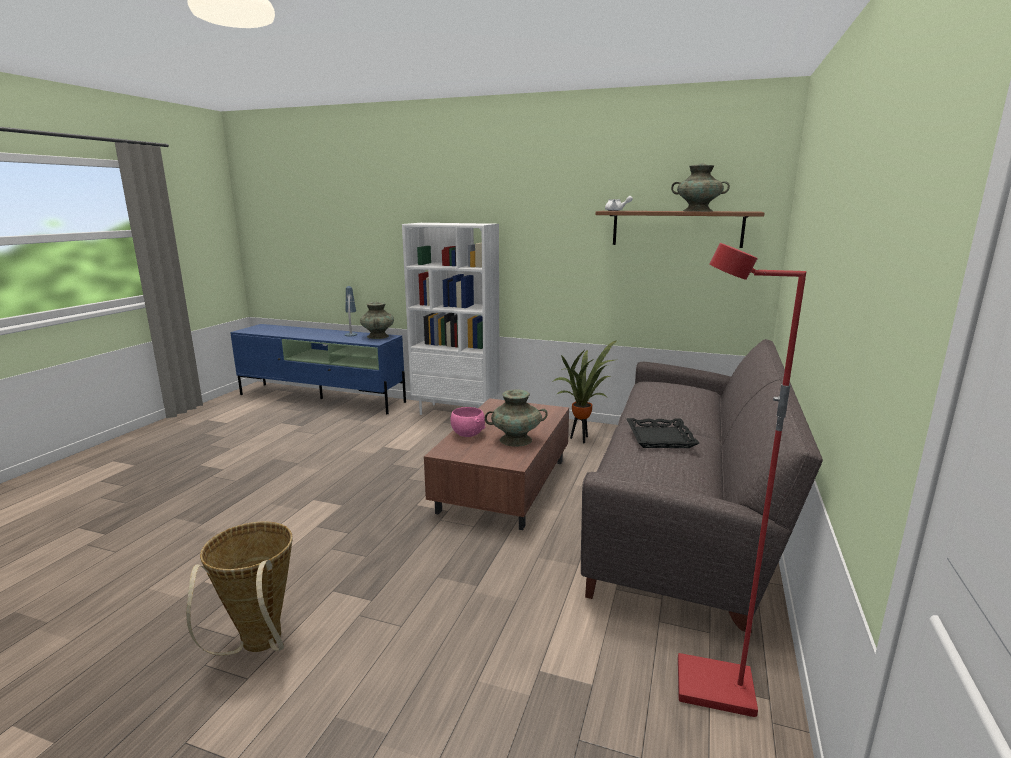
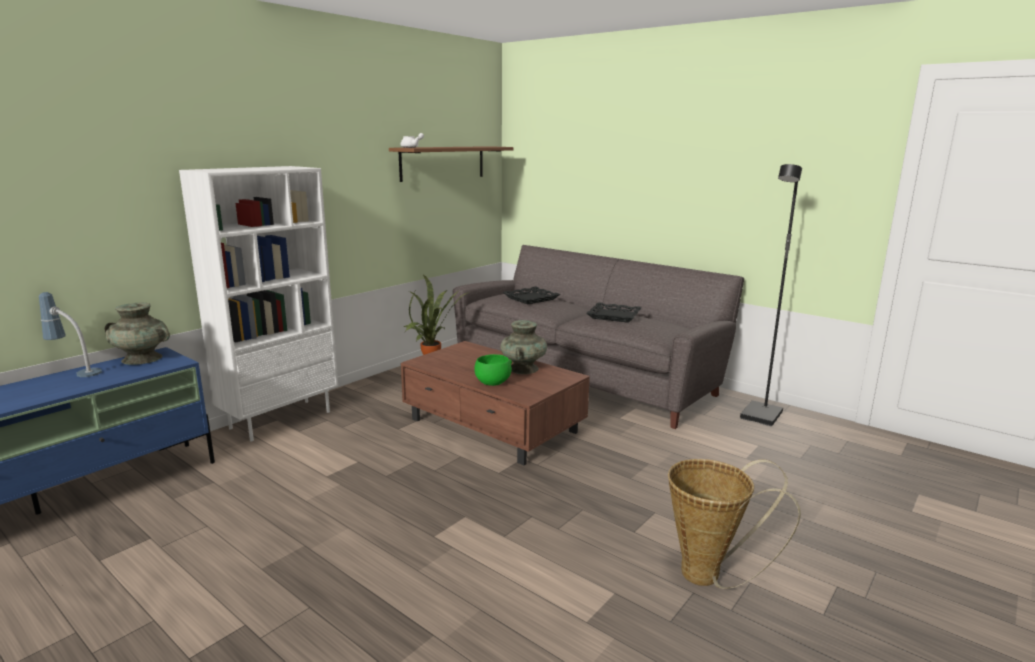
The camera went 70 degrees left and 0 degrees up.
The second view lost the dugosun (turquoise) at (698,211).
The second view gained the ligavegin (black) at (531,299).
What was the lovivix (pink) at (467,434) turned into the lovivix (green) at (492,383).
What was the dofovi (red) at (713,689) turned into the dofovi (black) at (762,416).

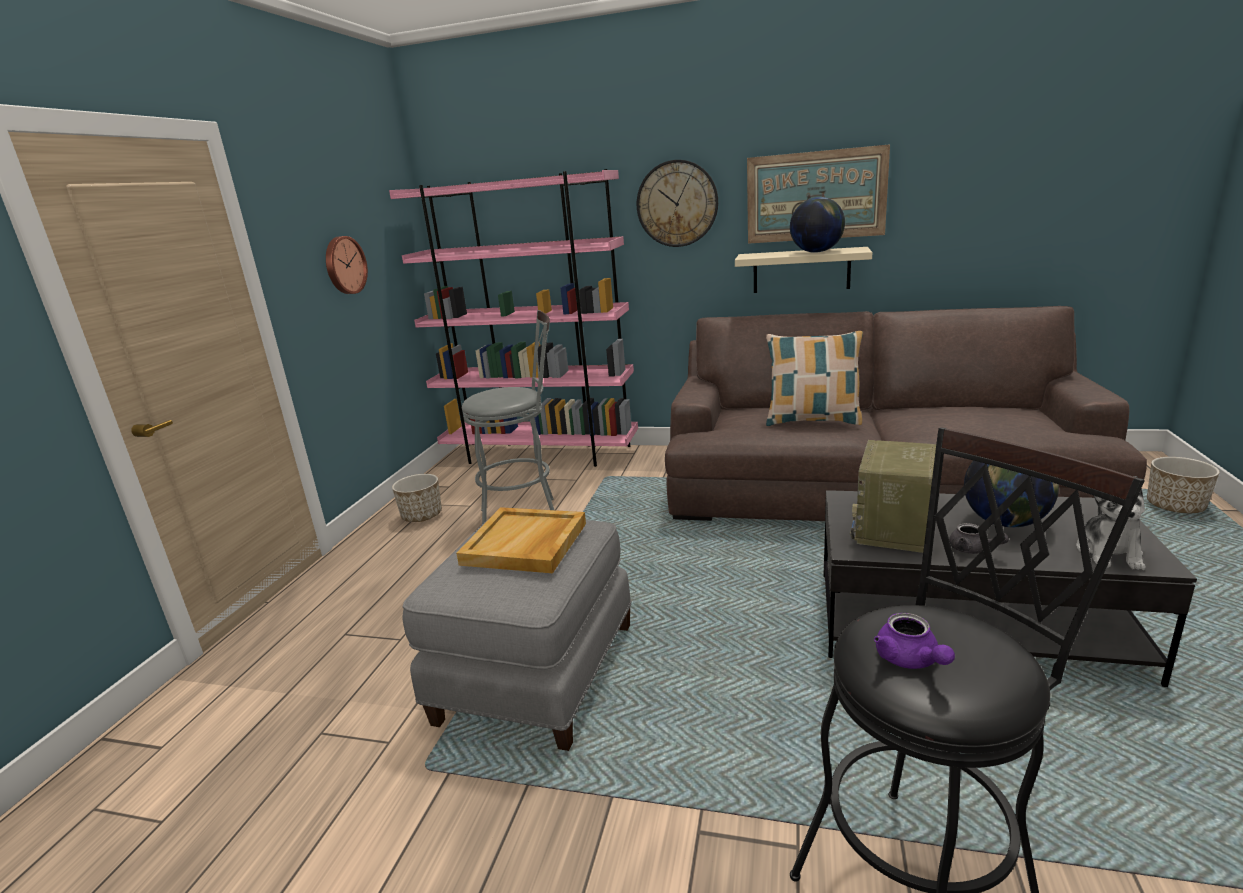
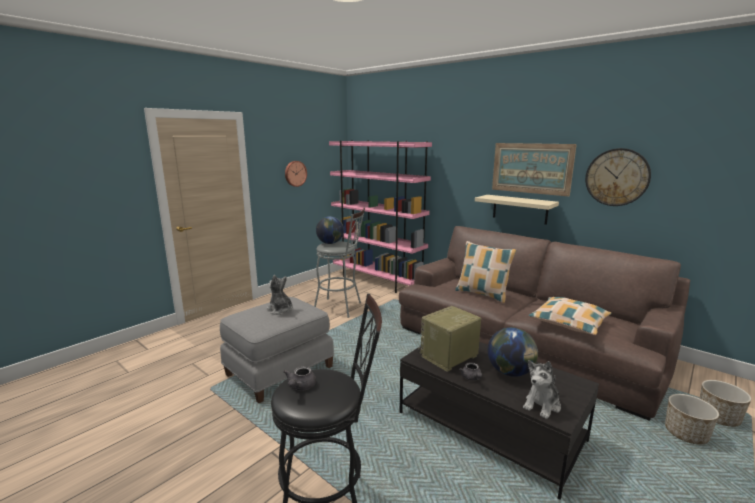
The camera went 25 degrees right and 5 degrees down.
The second view gained the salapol at (569,322).
The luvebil ended up elsewhere, having gone from (422,516) to (686,434).
The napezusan ended up elsewhere, having gone from (677,204) to (617,177).
The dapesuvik ended up elsewhere, having gone from (816,252) to (330,243).
Where the ligavegin (beige) stood at (525,544), the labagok came to stand at (280,310).
What was the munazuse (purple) at (910,660) turned into the munazuse (grey) at (300,387).

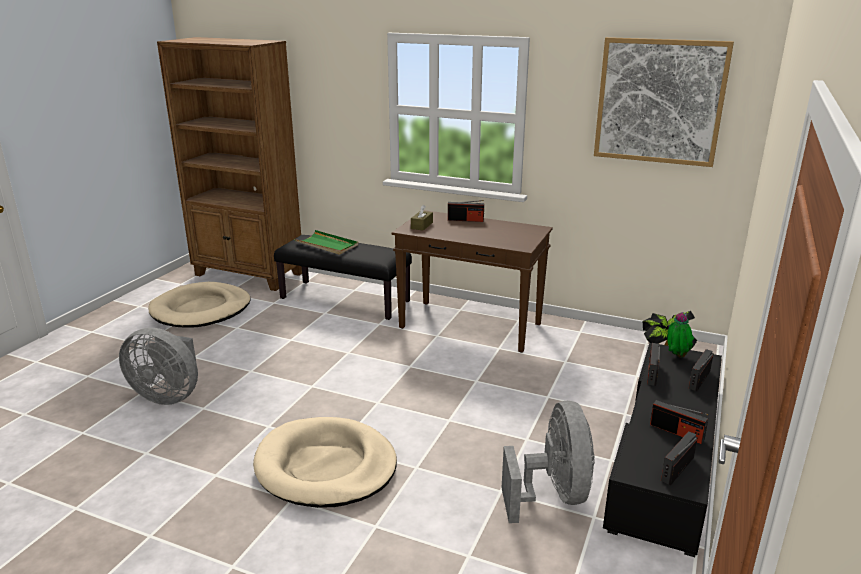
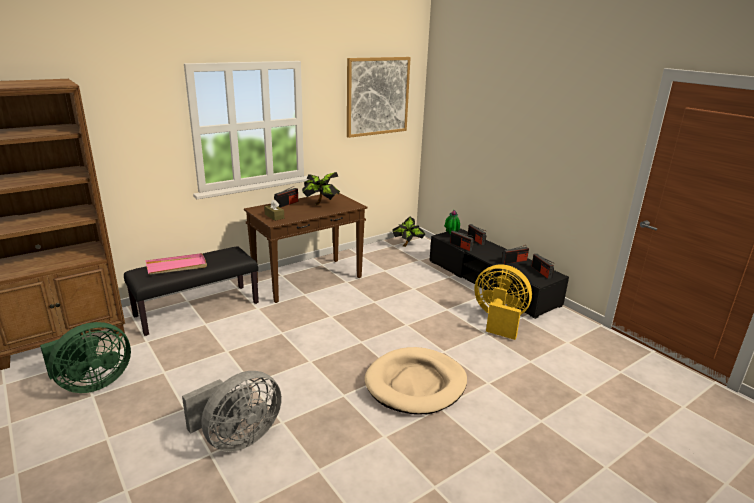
The camera went 60 degrees left and 0 degrees up.
The second view gained the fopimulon at (321,204).
Where the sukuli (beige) stood at (201,309), the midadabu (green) came to stand at (92,383).
What was the ligavegin (green) at (327,245) turned into the ligavegin (pink) at (177,266).
What was the midadabu (grey) at (553,495) turned into the midadabu (yellow) at (499,320).

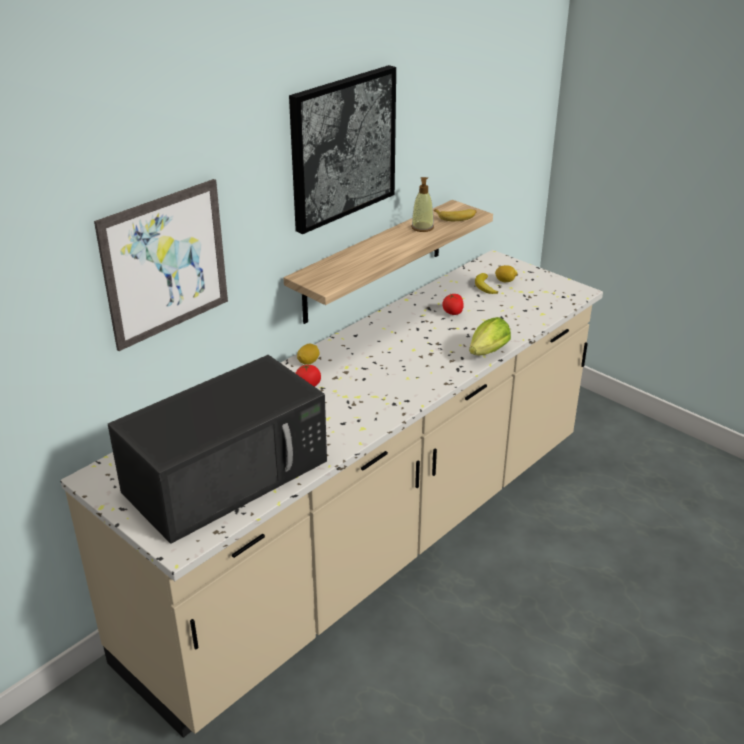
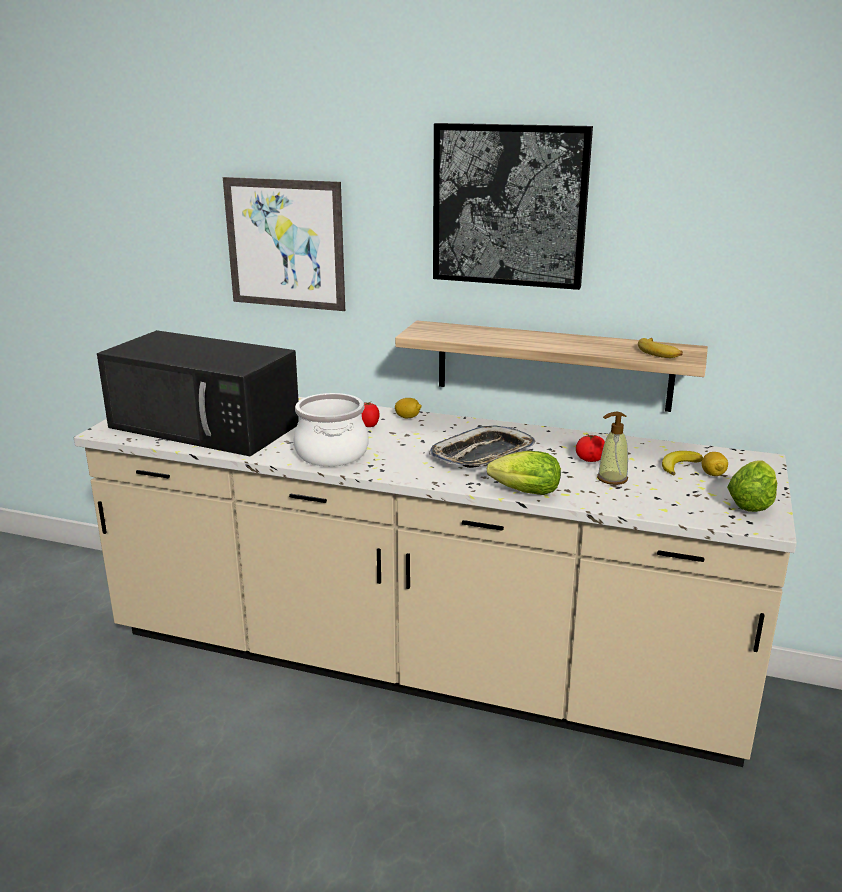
The camera went 65 degrees right and 10 degrees down.
The second view gained the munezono at (332,454).
The second view gained the ligavegin at (483,455).
The second view gained the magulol at (752,502).
The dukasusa ended up elsewhere, having gone from (422,228) to (612,479).

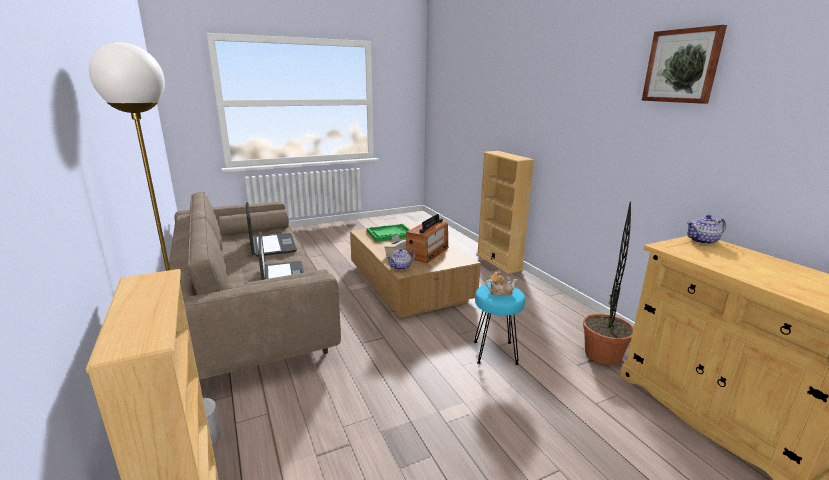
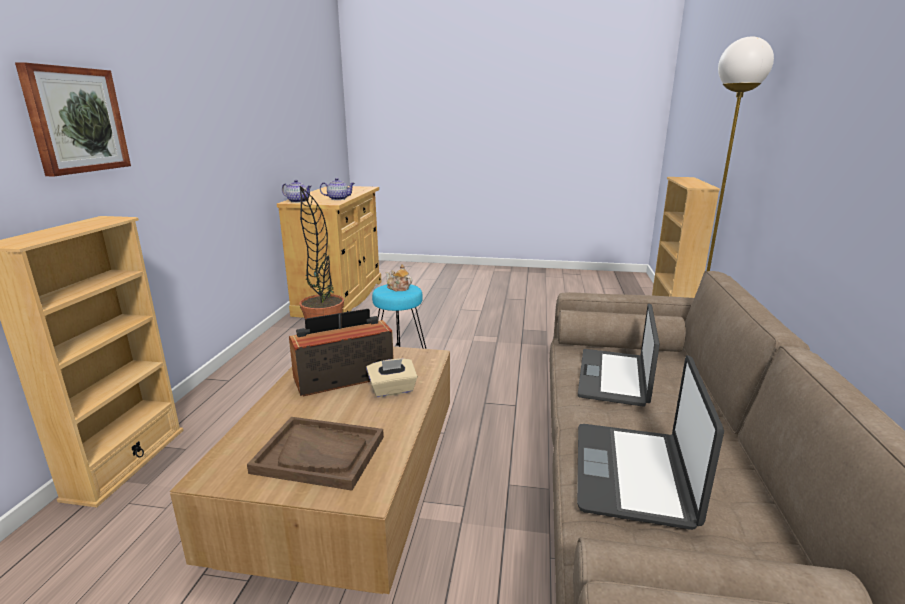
The camera went 145 degrees left and 0 degrees up.
The munazuse ended up elsewhere, having gone from (401,267) to (338,199).
The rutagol ended up elsewhere, having gone from (682,66) to (75,120).
What was the ligavegin (green) at (390,234) turned into the ligavegin (brown) at (320,454).

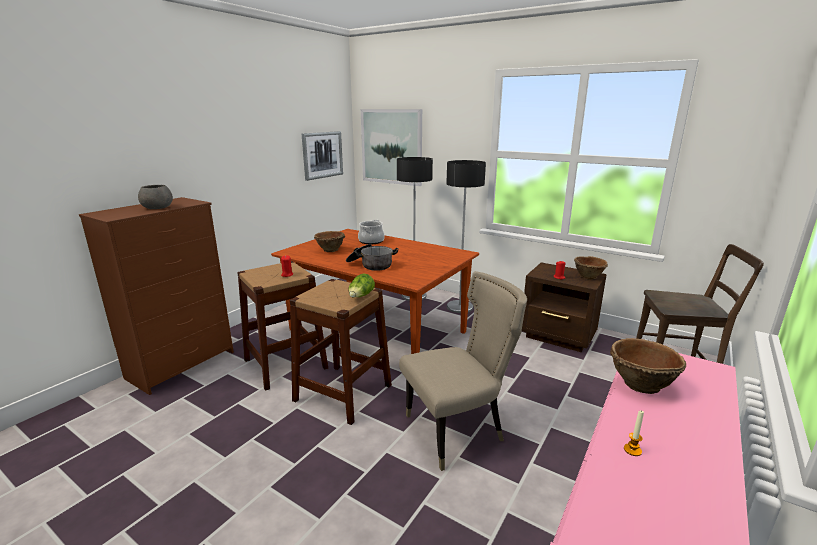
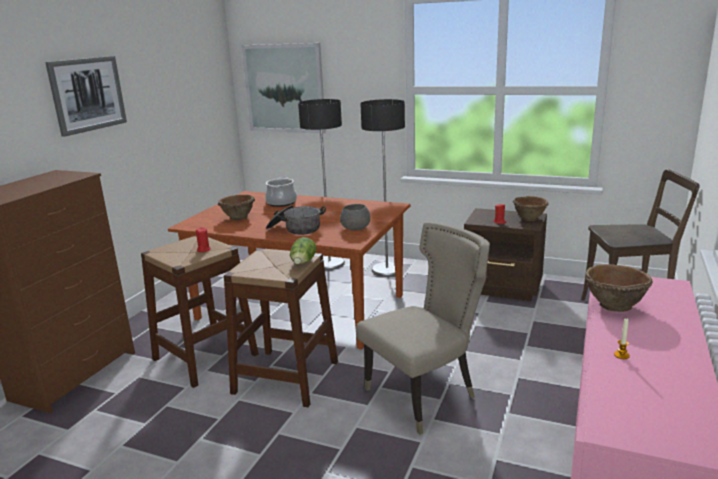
The camera went 10 degrees left and 0 degrees up.
The lovivix (grey) ended up elsewhere, having gone from (158,208) to (356,228).
The rutagol ended up elsewhere, having gone from (322,155) to (87,94).

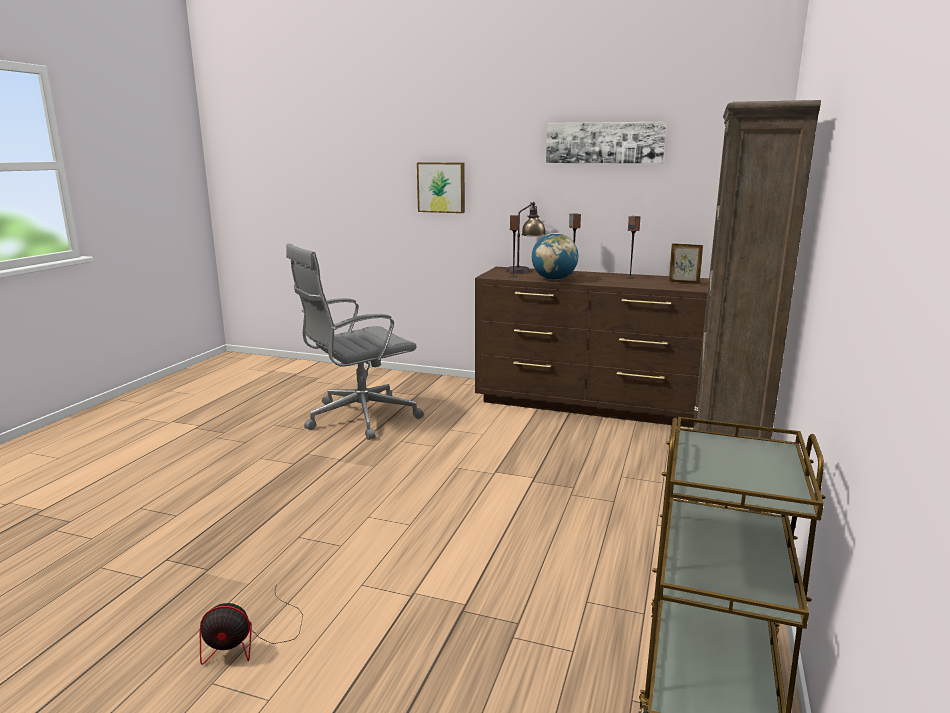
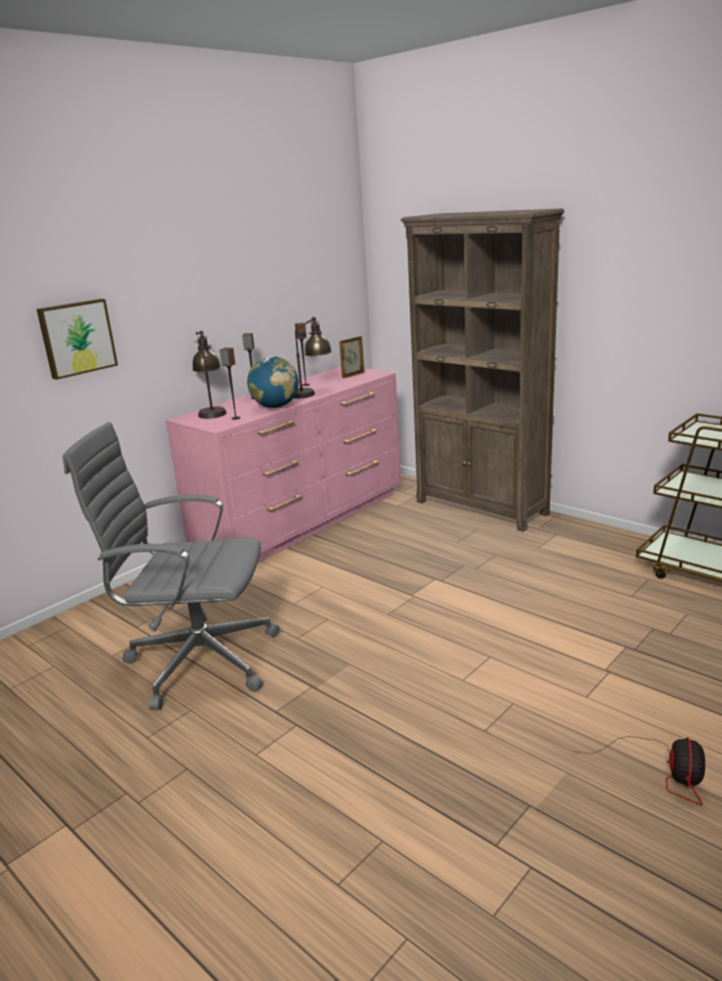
The camera went 65 degrees left and 5 degrees up.
The second view lost the rutagol at (604,143).
The second view gained the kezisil at (312,393).
What was the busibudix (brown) at (589,404) turned into the busibudix (pink) at (304,522).
The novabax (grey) at (358,417) ended up facing another way, 105 degrees clockwise from before.

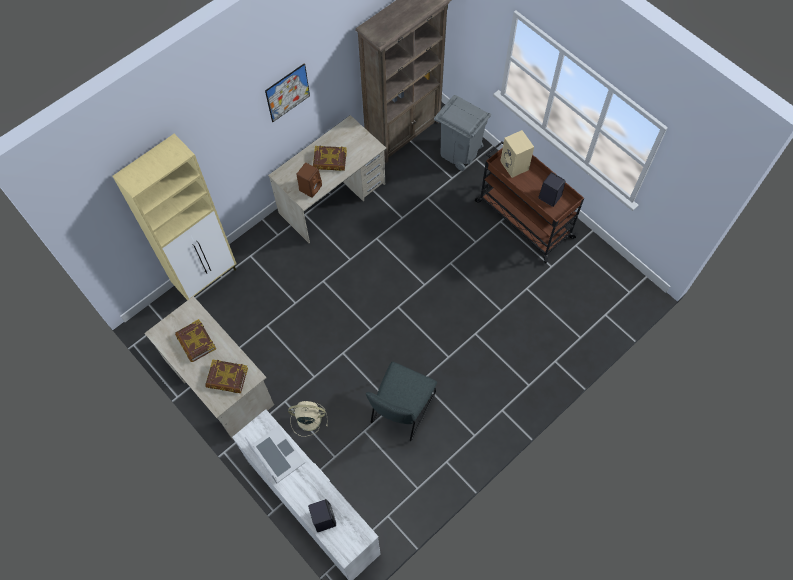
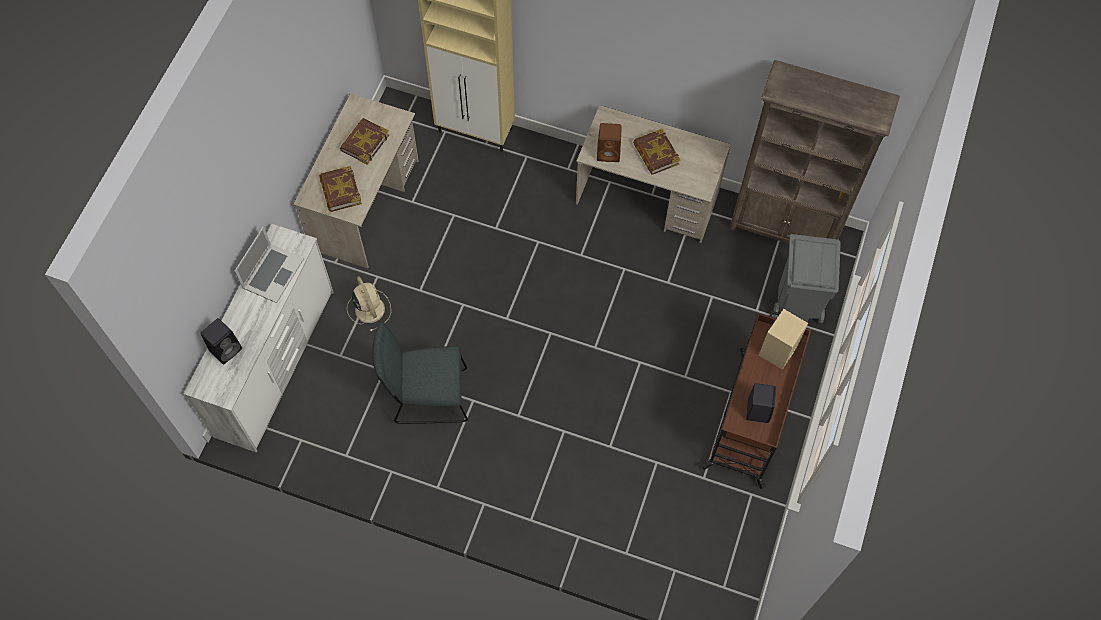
The camera went 60 degrees right and 0 degrees up.
The second view lost the rutagol at (287,92).

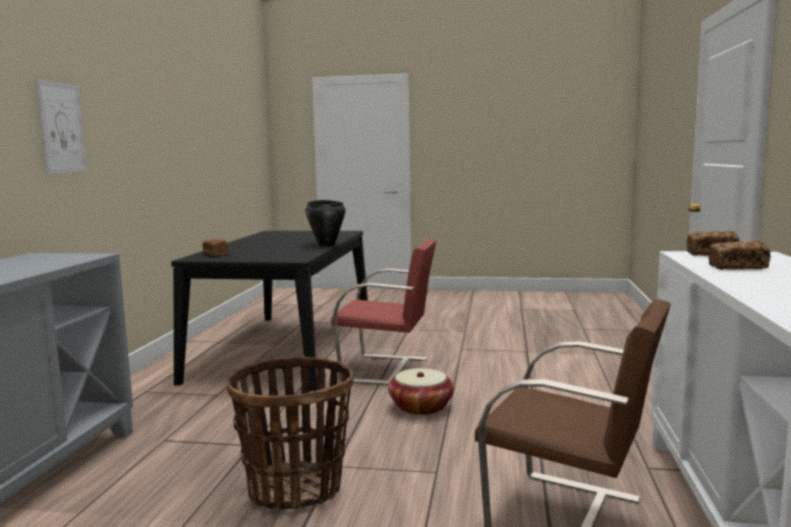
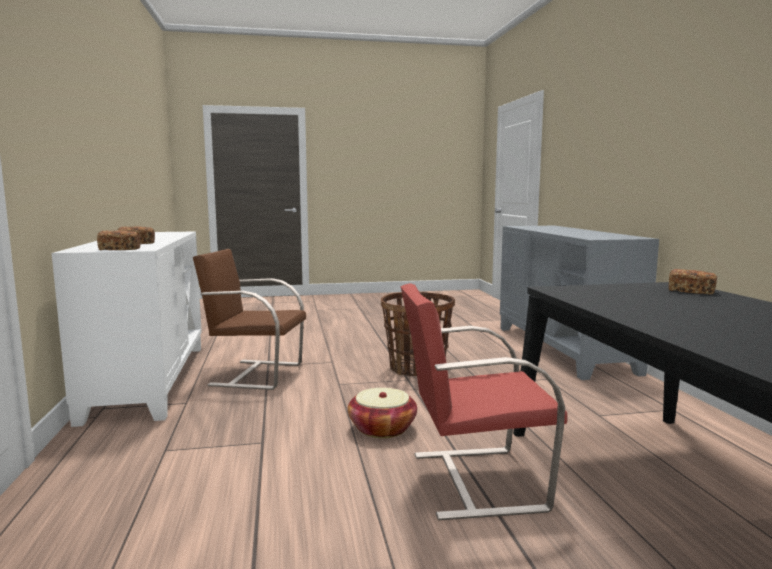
The camera went 160 degrees right and 0 degrees up.
The second view lost the rutagol at (61,128).
The second view lost the munezono (black) at (326,245).

